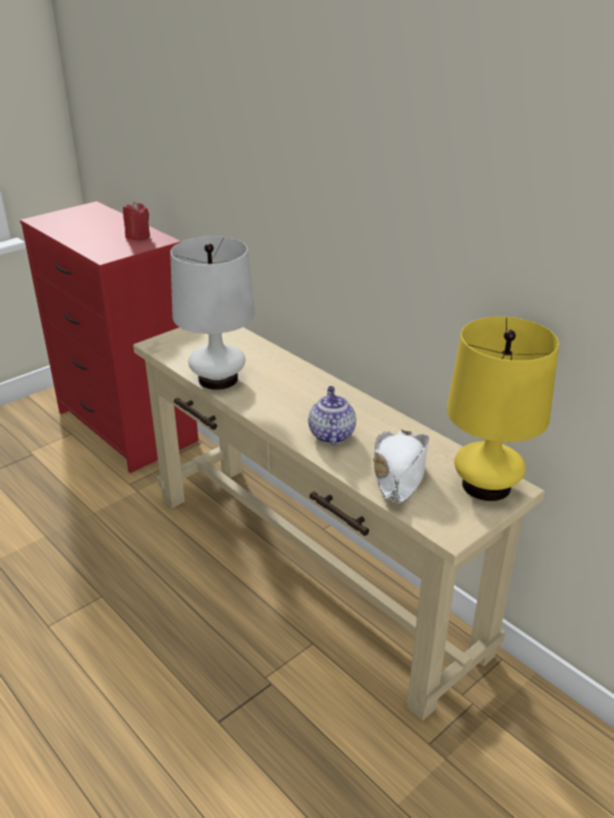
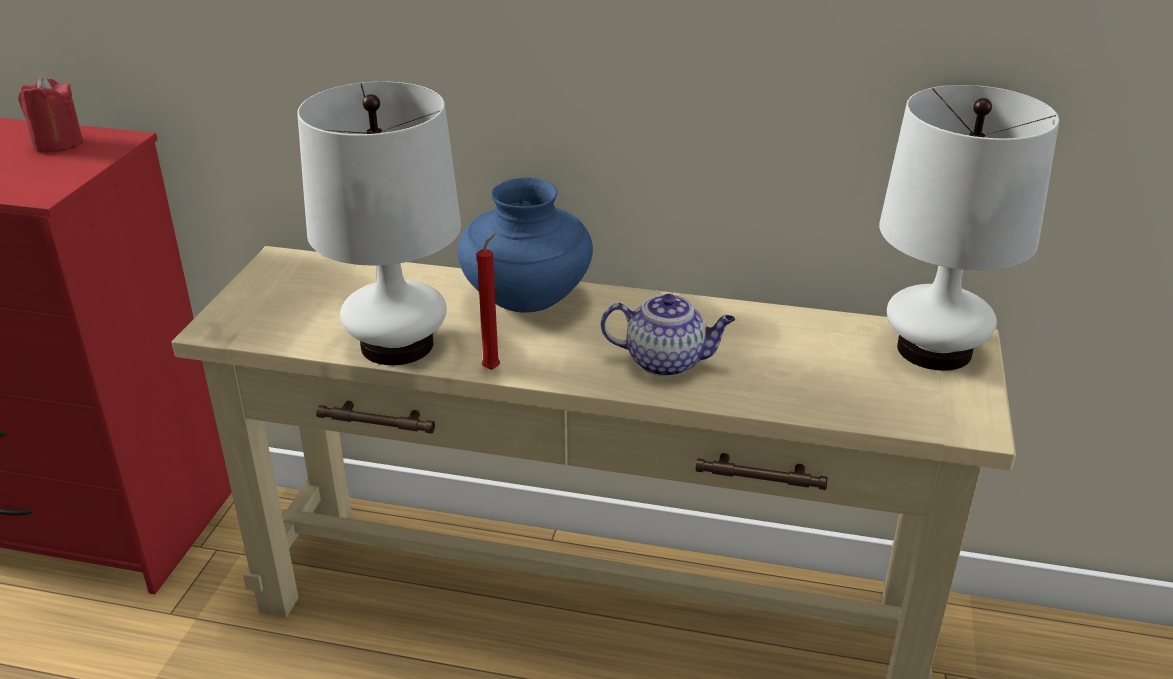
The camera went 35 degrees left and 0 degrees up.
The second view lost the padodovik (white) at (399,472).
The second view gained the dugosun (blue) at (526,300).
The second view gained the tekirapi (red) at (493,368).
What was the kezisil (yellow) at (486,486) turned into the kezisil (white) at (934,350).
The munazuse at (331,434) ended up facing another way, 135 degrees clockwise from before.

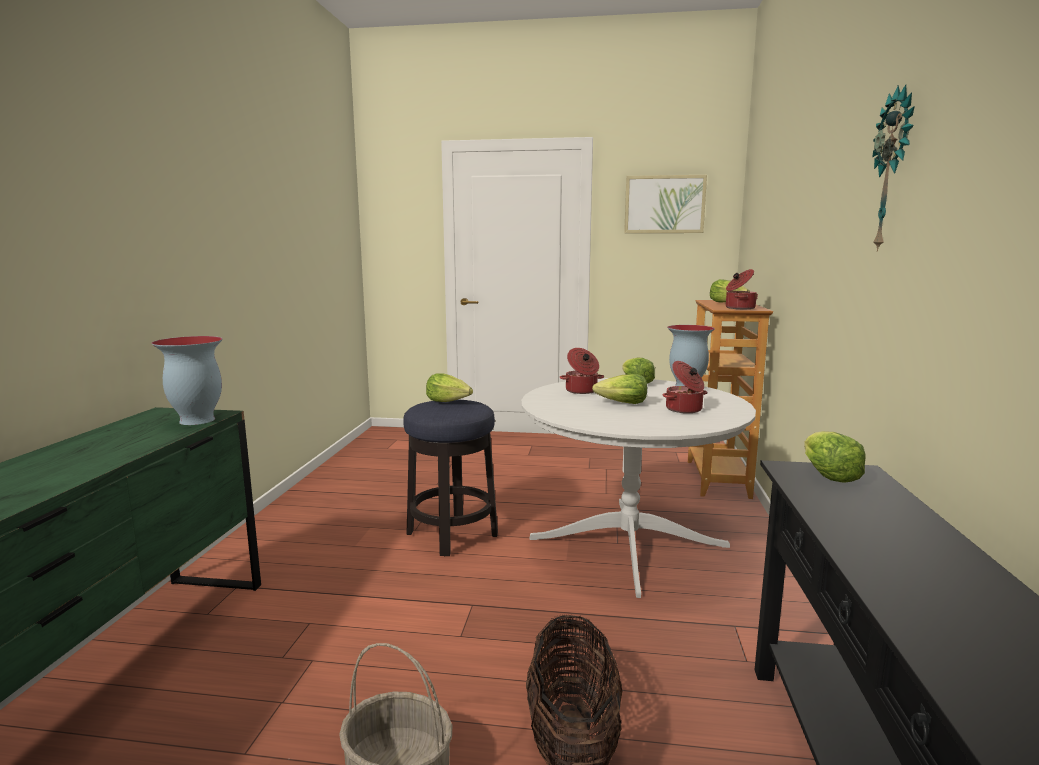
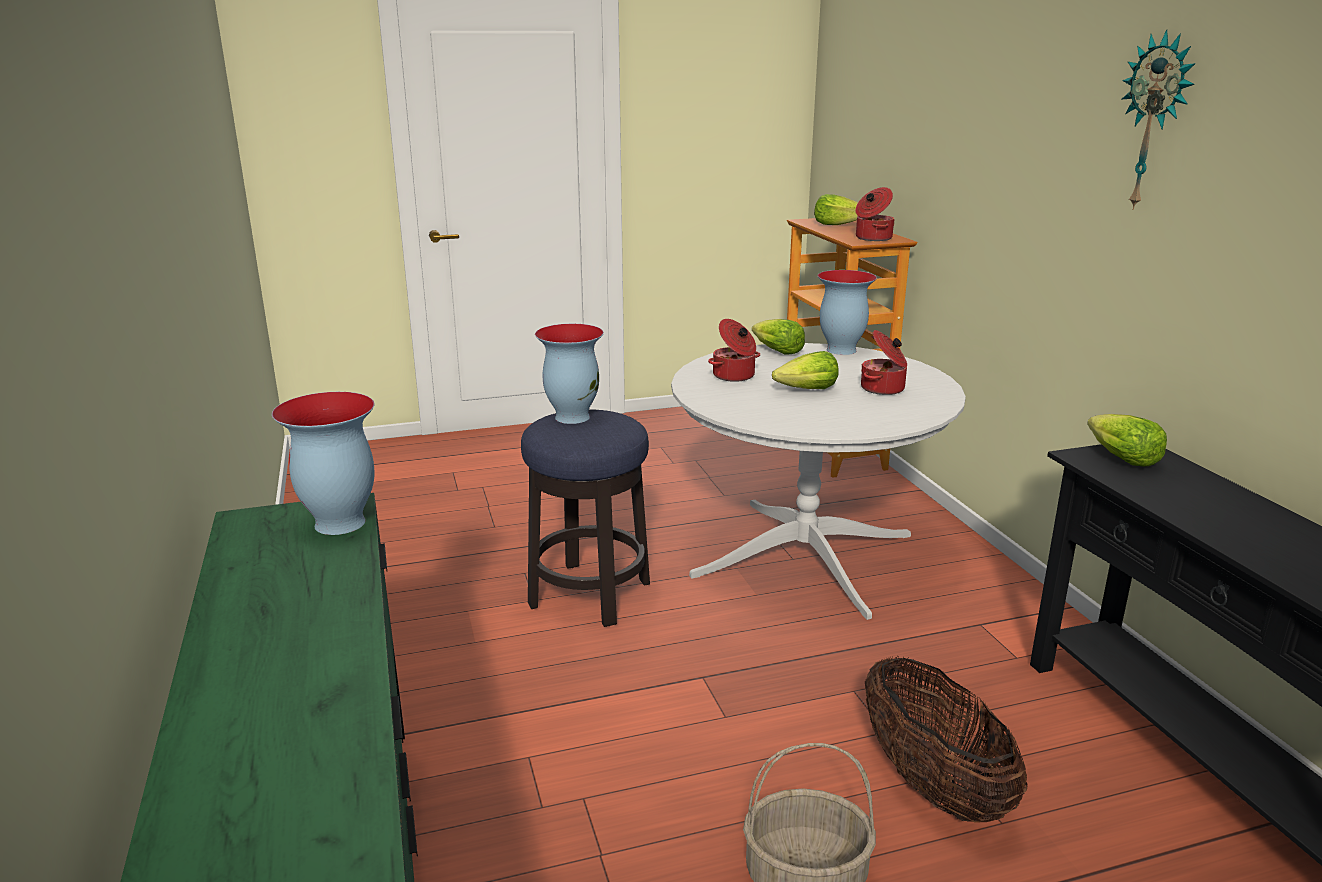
The camera went 25 degrees left and 10 degrees up.
The second view lost the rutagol at (664,204).
Where the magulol stood at (448,401), the dugosun came to stand at (571,417).

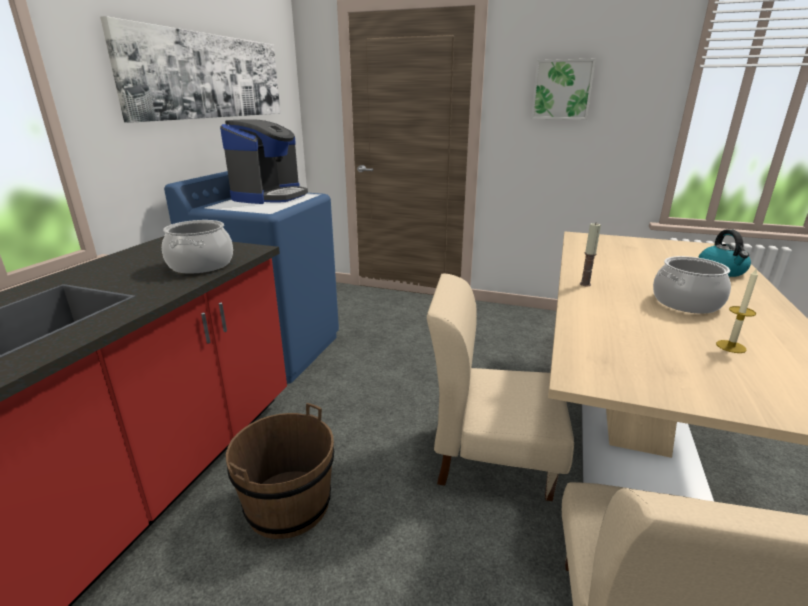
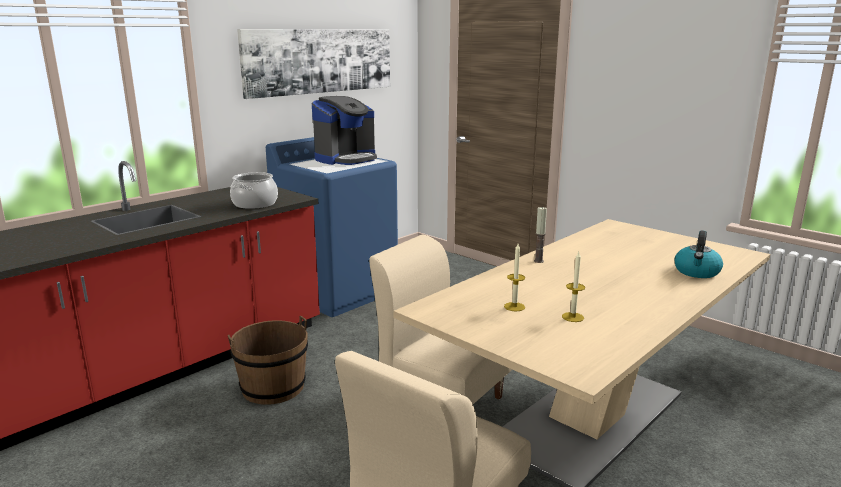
The camera went 25 degrees right and 5 degrees down.
The second view lost the rutagol at (562,90).
The second view lost the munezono at (686,302).
The second view gained the tekirapi at (514,307).

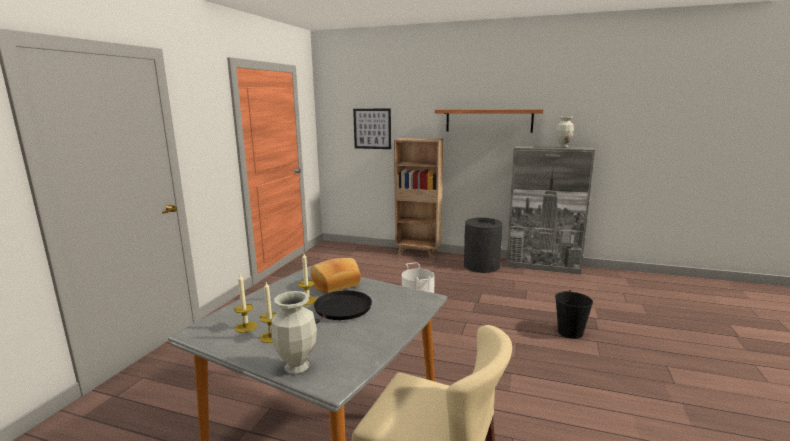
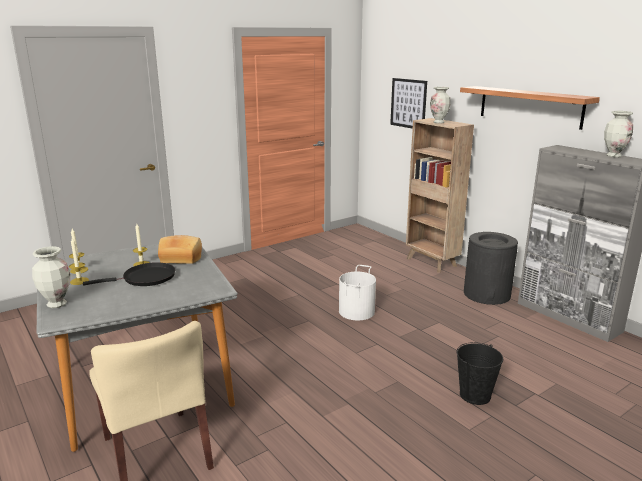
The camera went 35 degrees right and 5 degrees up.
The second view gained the dugosun at (438,122).

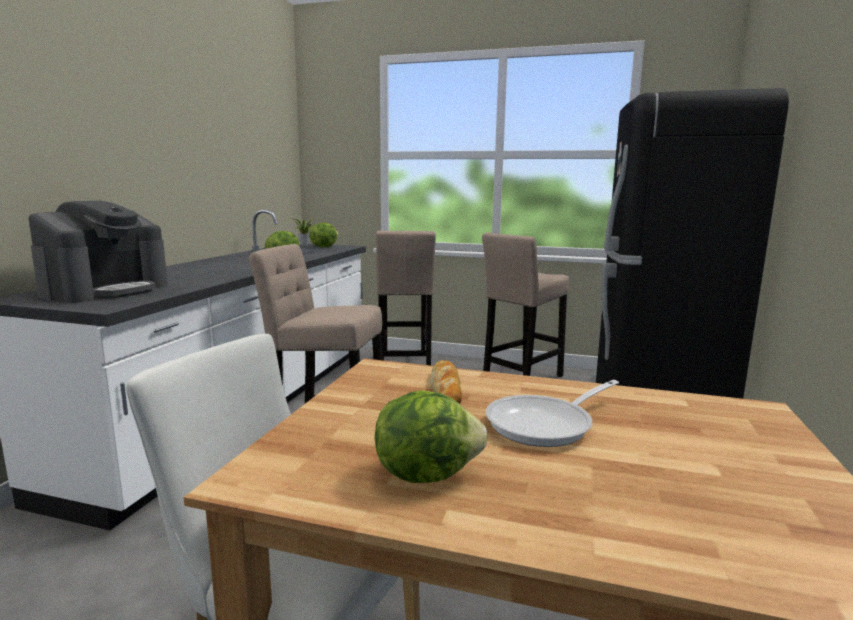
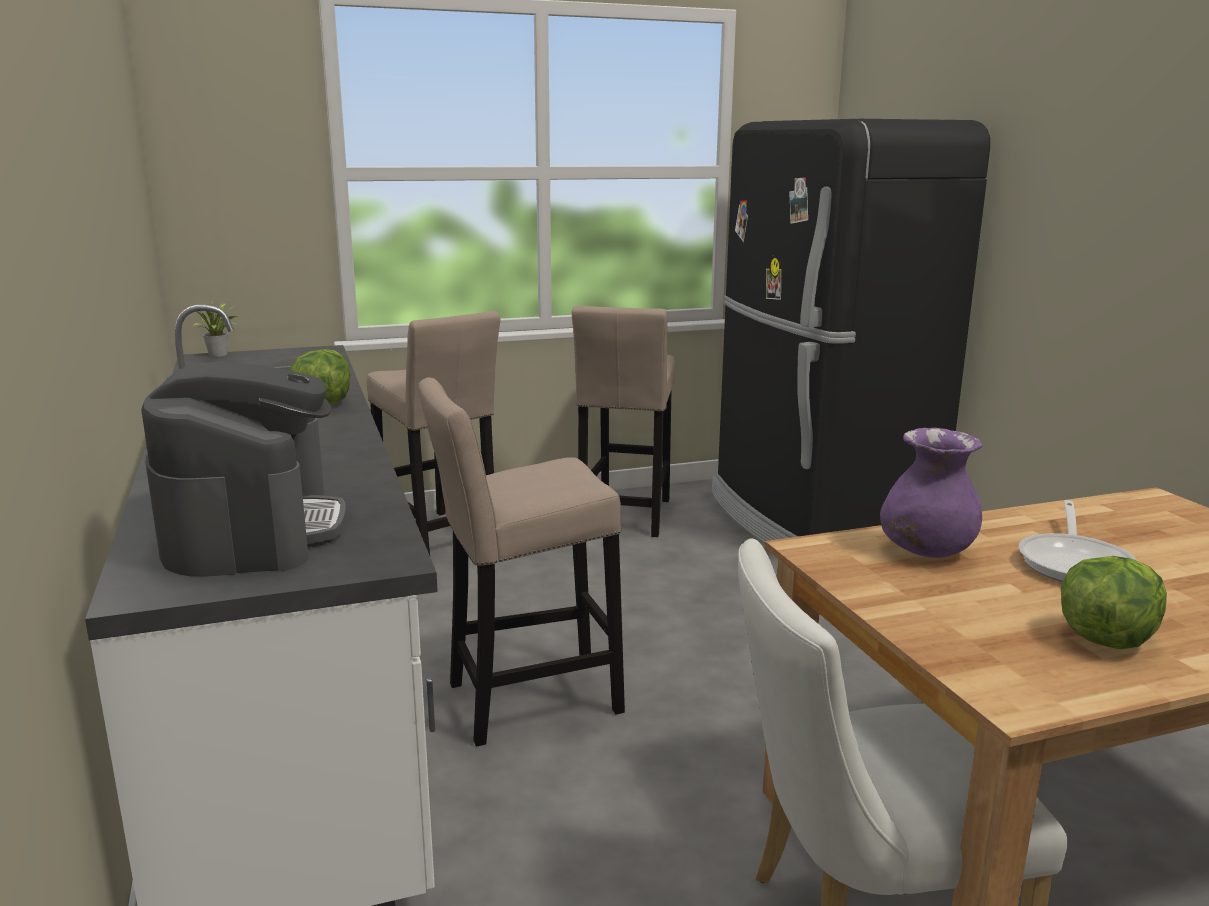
The camera went 35 degrees left and 5 degrees up.
The second view lost the magulol at (323,247).
Where the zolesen stood at (446,388), the dugosun (purple) came to stand at (926,551).

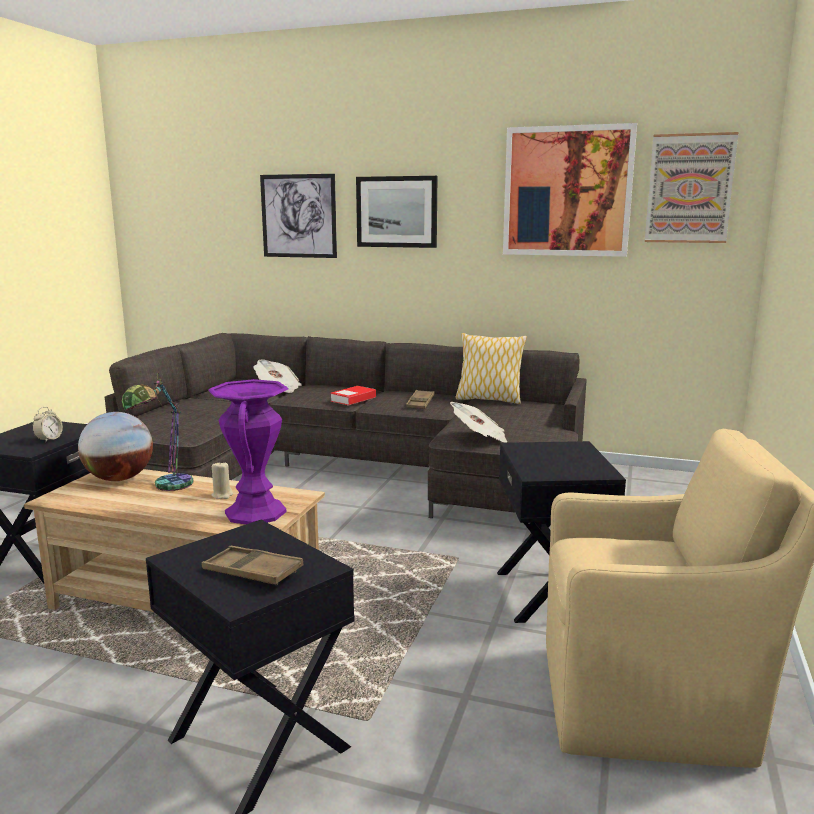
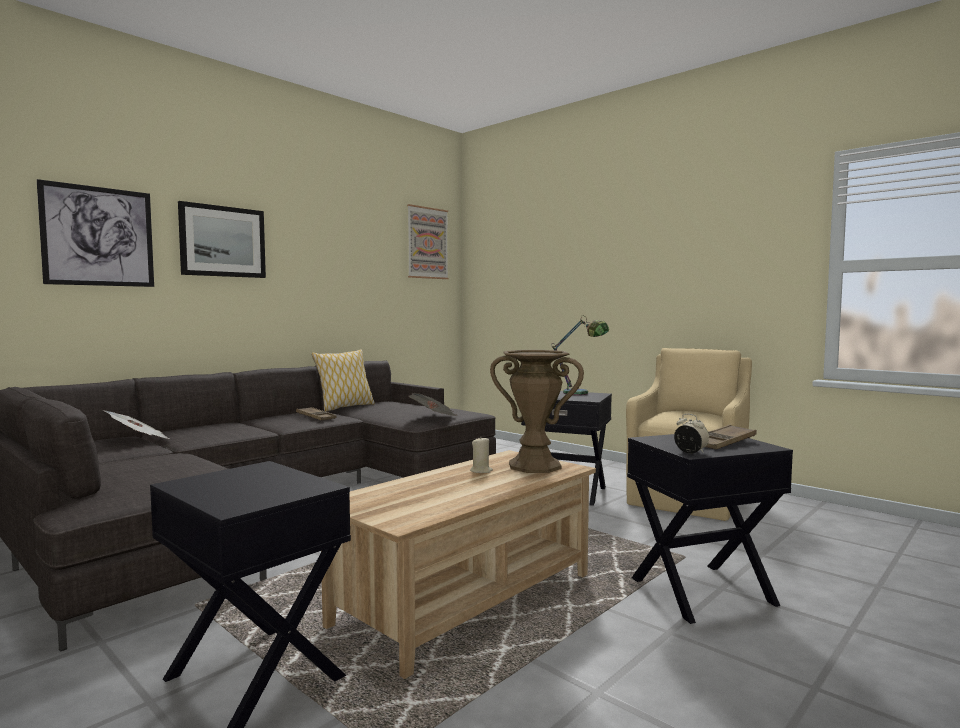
The camera went 65 degrees left and 10 degrees down.
The second view lost the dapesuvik at (119,479).
The second view lost the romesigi at (353,399).
The second view lost the rutagol at (567,192).
The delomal ended up elsewhere, having gone from (49,439) to (690,452).
The kezisil ended up elsewhere, having gone from (166,488) to (581,394).
What was the dugosun (purple) at (255,512) turned into the dugosun (brown) at (534,466).

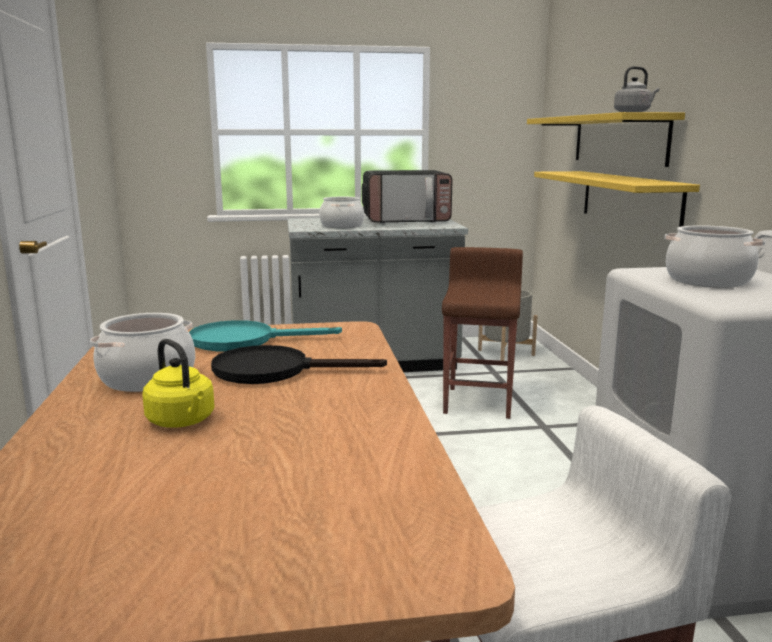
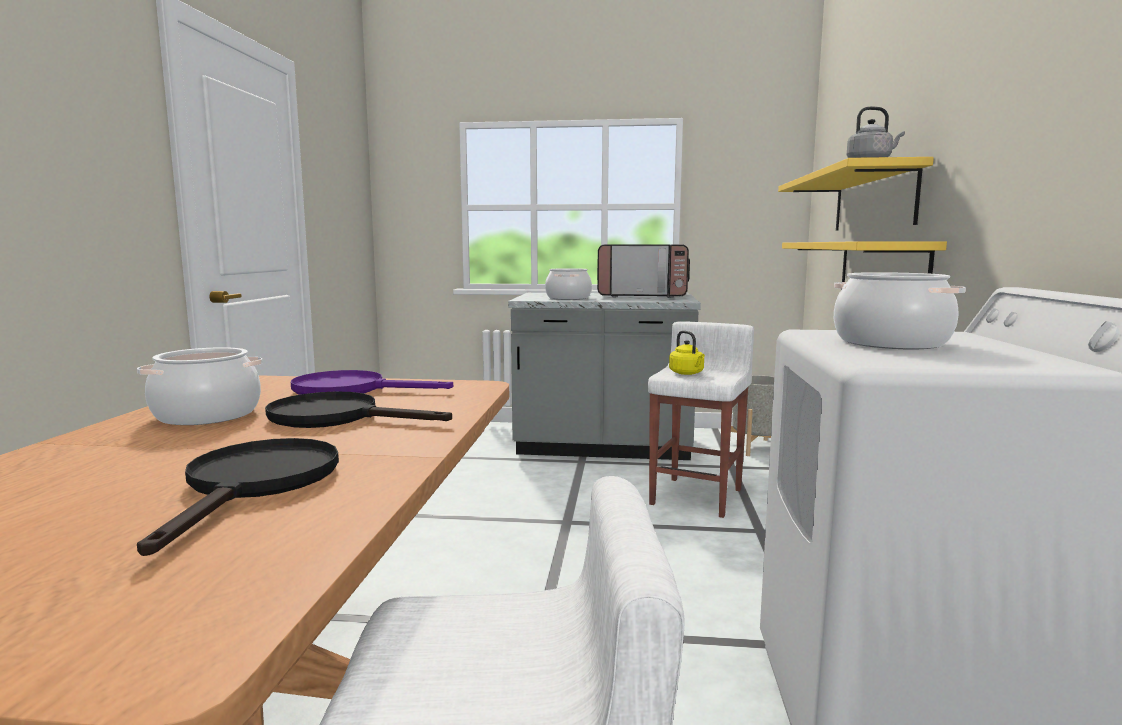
The camera went 15 degrees right and 5 degrees down.
The second view gained the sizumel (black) at (256,484).
The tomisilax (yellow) ended up elsewhere, having gone from (182,421) to (687,373).
What was the sizumel (turquoise) at (244,341) turned into the sizumel (purple) at (351,390).
What was the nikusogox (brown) at (479,402) turned into the nikusogox (white) at (697,496).

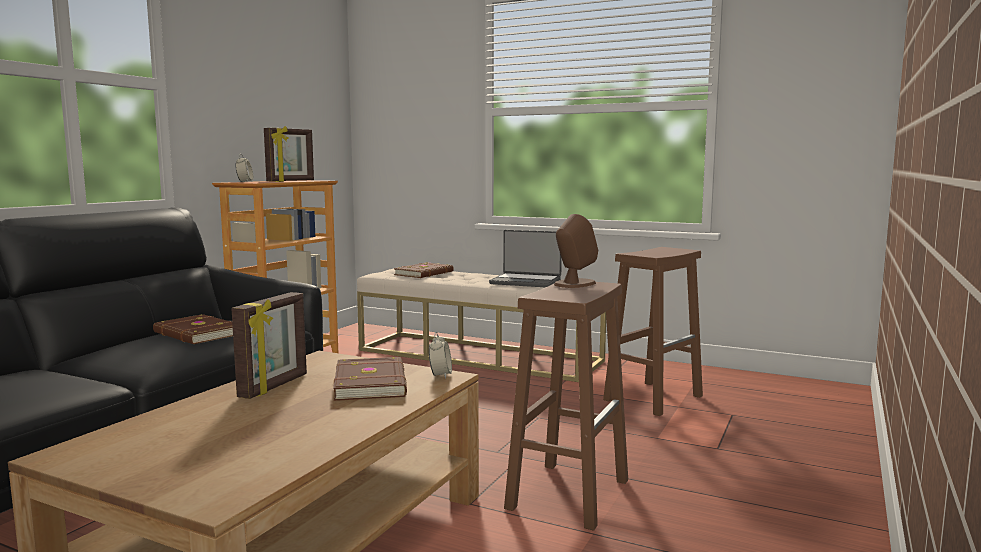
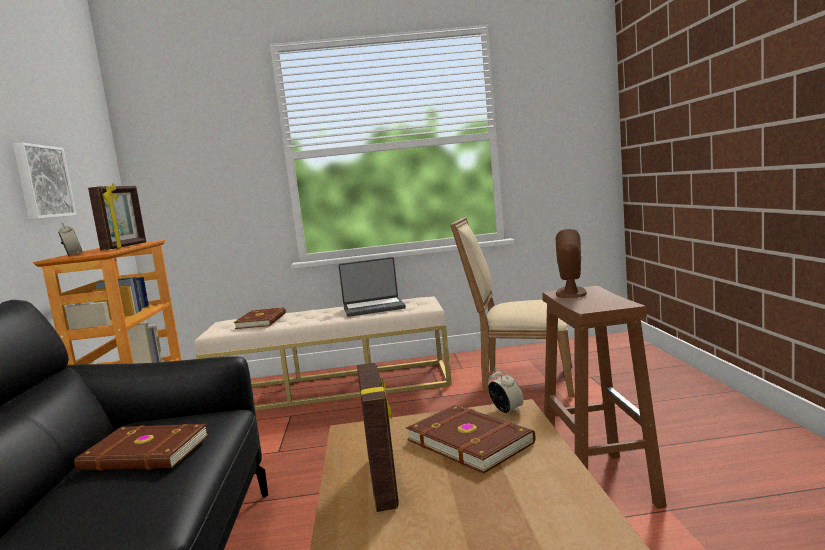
The camera went 30 degrees left and 0 degrees up.
The second view gained the rutagol at (42,182).
Where the nikusogox (brown) stood at (653,397), the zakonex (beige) came to stand at (522,380).

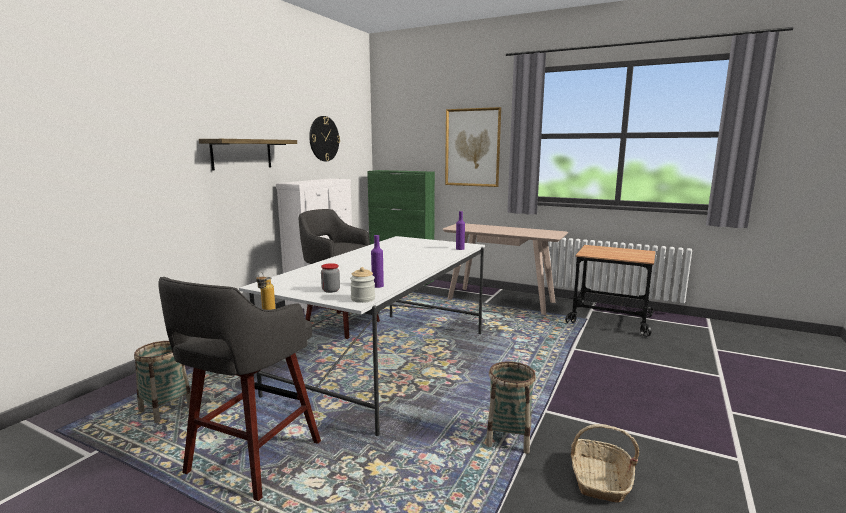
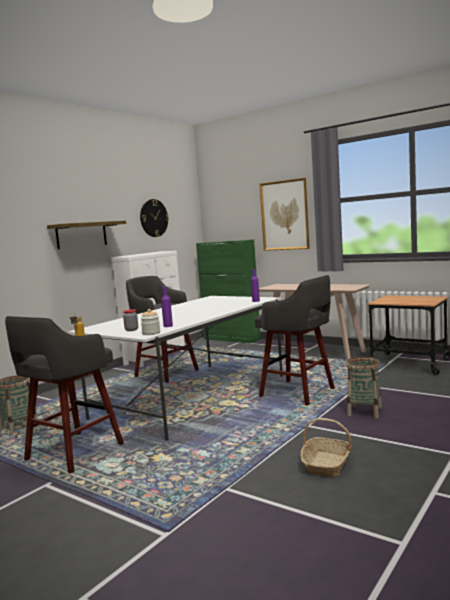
The camera went 10 degrees right and 5 degrees down.
The second view gained the nikusogox (grey) at (299,393).
The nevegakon ended up elsewhere, having gone from (509,438) to (364,412).

